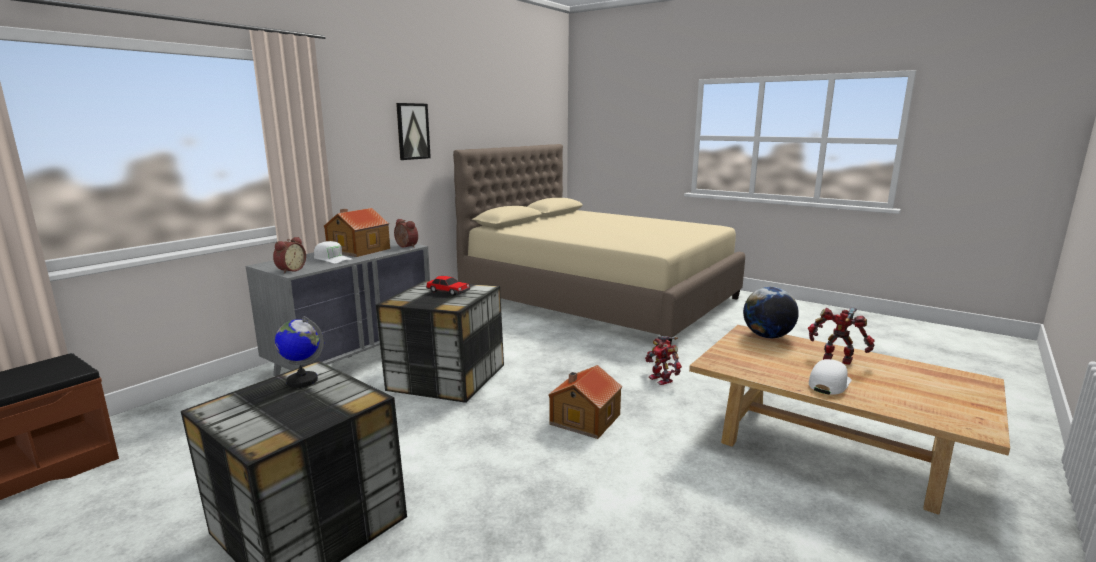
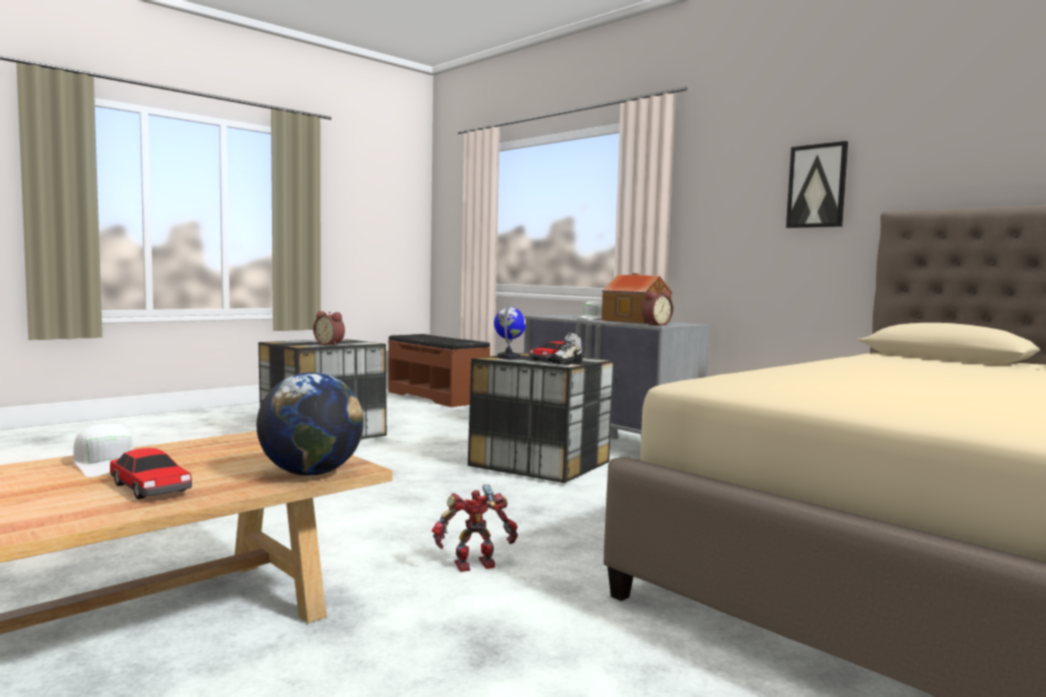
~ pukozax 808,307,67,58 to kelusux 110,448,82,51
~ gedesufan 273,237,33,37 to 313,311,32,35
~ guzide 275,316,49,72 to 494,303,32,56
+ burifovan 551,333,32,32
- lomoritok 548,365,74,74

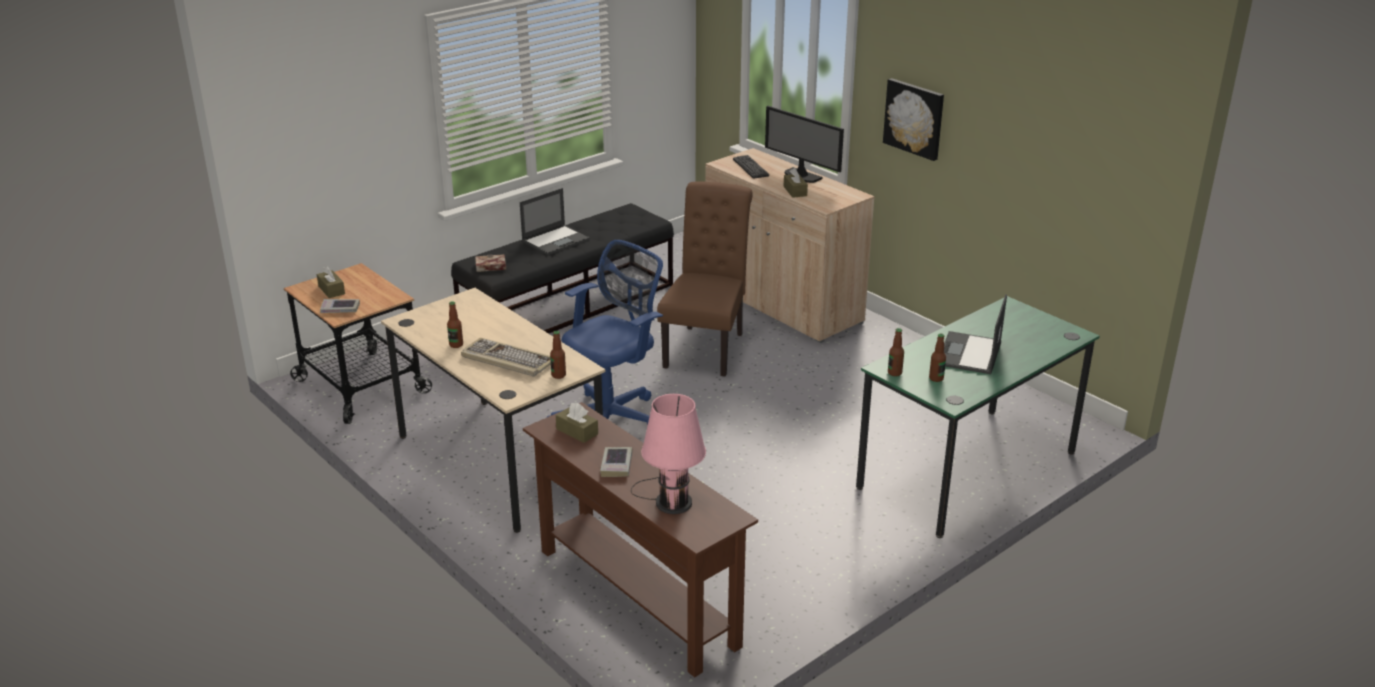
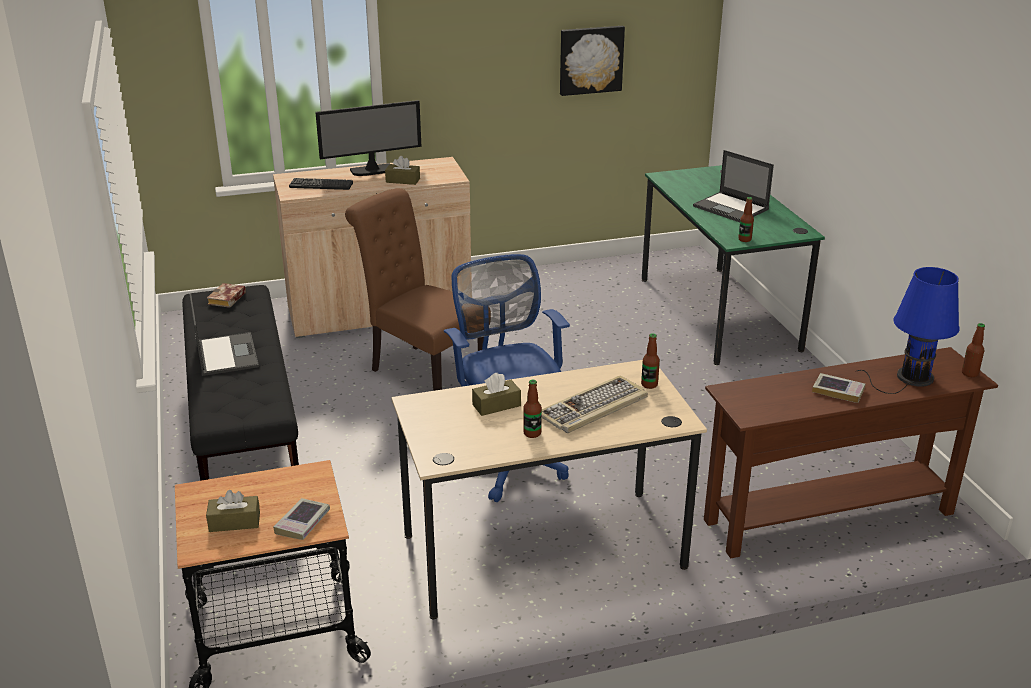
~ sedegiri 475,254,31,18 to 207,283,39,25
~ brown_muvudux 556,403,42,40 to 472,373,49,43
~ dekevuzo 883,78,61,83 to 560,26,65,70
~ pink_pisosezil 631,394,75,120 to blue_pisosezil 857,267,103,127
~ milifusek 929,334,17,48 to 962,323,23,54

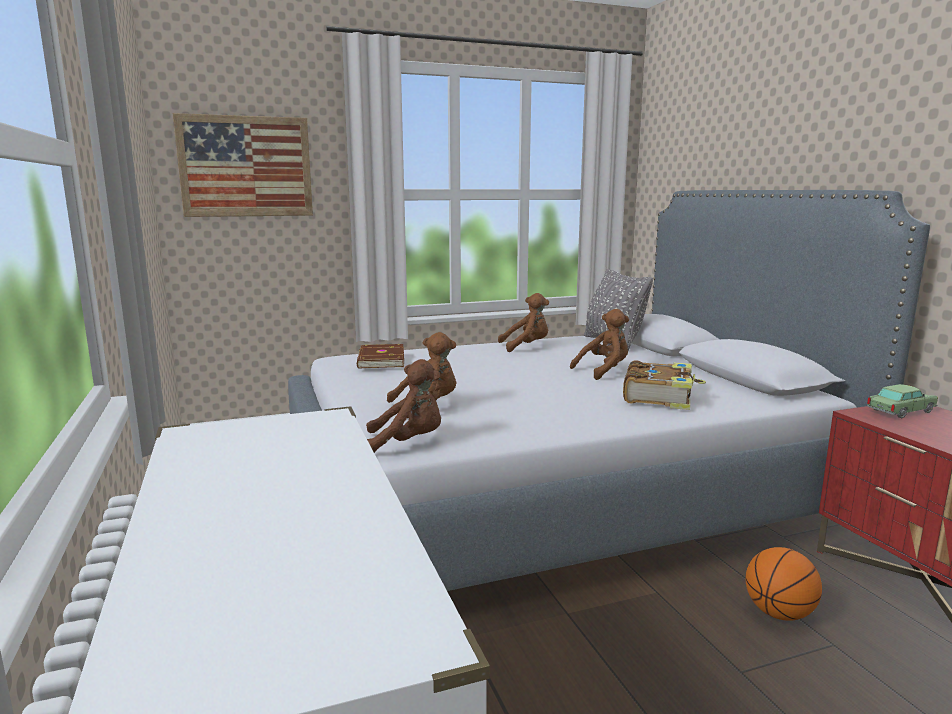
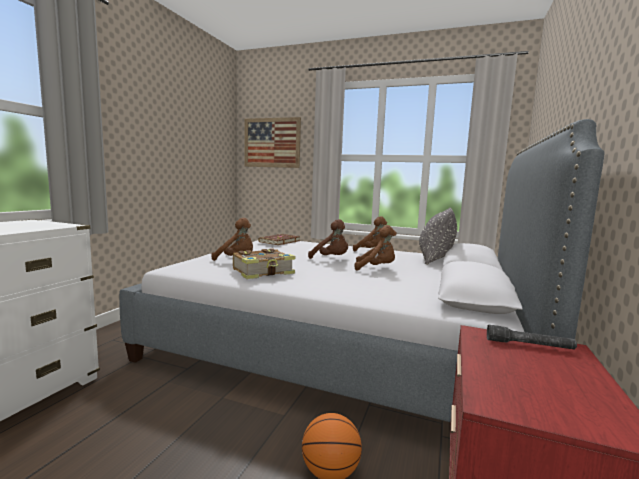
~ sedegiri 623,360,83,50 to 233,248,62,31
~ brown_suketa 366,359,75,94 to 308,219,40,40
~ kelusux 867,384,71,34 to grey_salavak 487,324,90,26

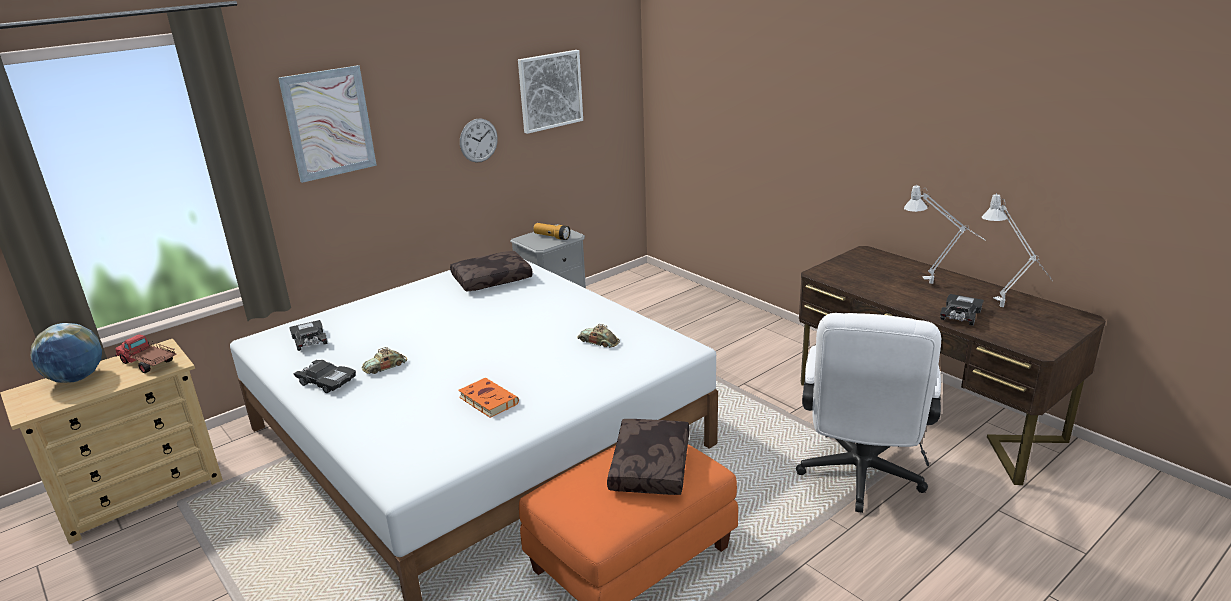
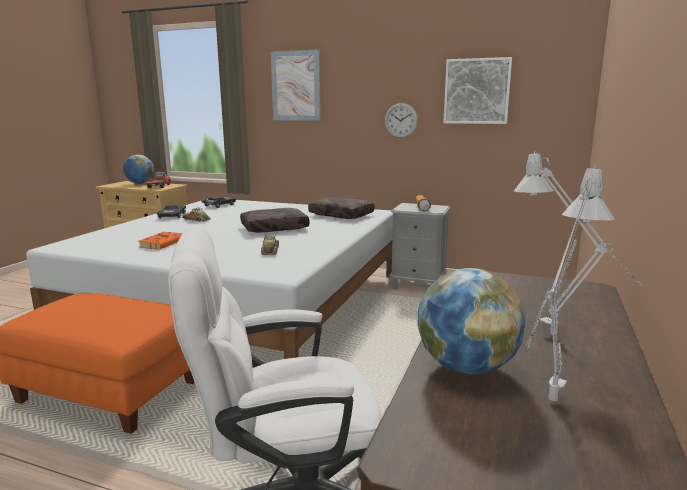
~ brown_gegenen 607,419,82,76 to 240,208,69,25
~ black_kelusux 940,294,44,32 to guzide 417,268,108,106

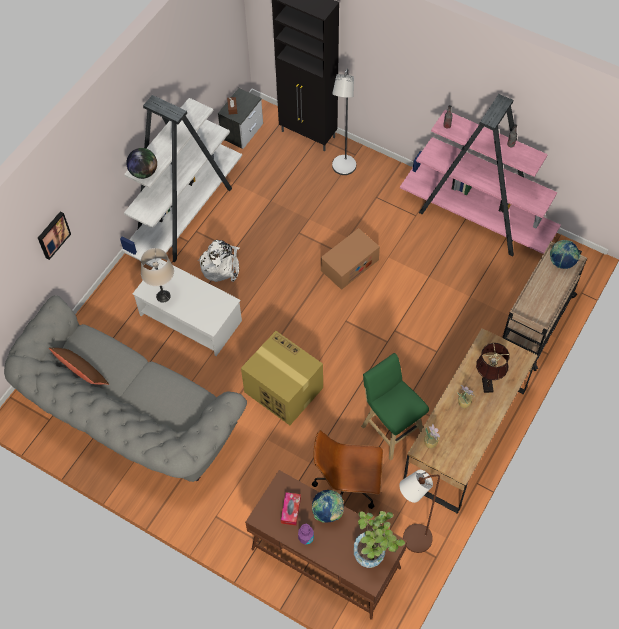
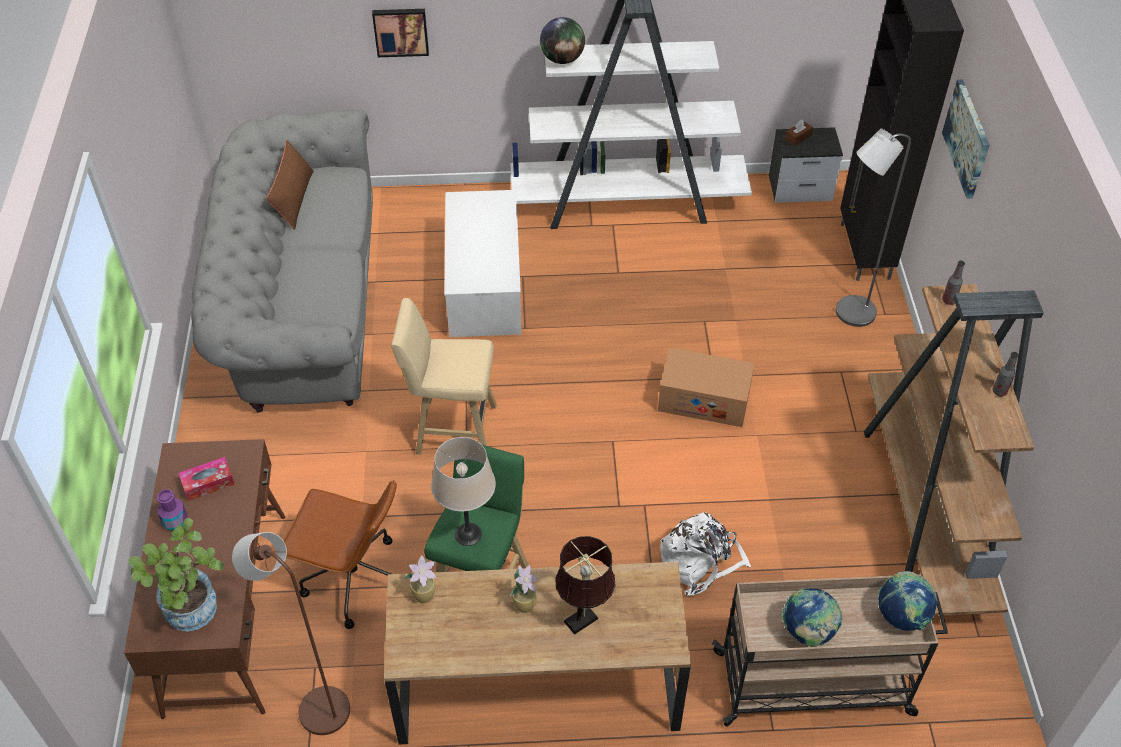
~ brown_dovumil 312,430,71,79 = 283,480,114,149 135 degrees clockwise
~ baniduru 241,331,82,94 to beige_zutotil 391,298,106,157
~ beige_pisosezil 141,248,33,55 to 431,437,65,109
~ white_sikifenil 198,240,42,42 to 660,512,91,84
~ guzide 312,490,32,33 to 782,588,60,59
~ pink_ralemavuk 400,94,161,162 to brown_ralemavuk 864,284,180,332
+ dekevuzo 942,80,48,119

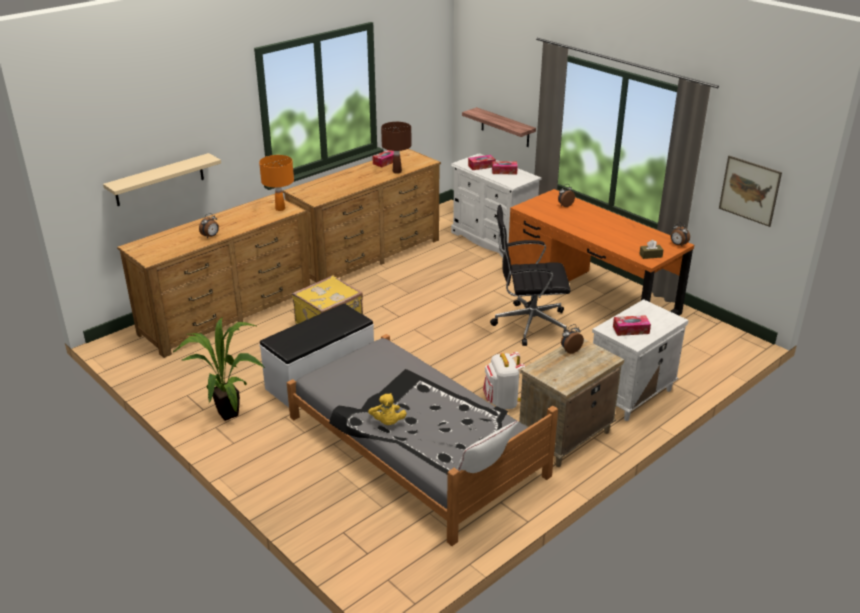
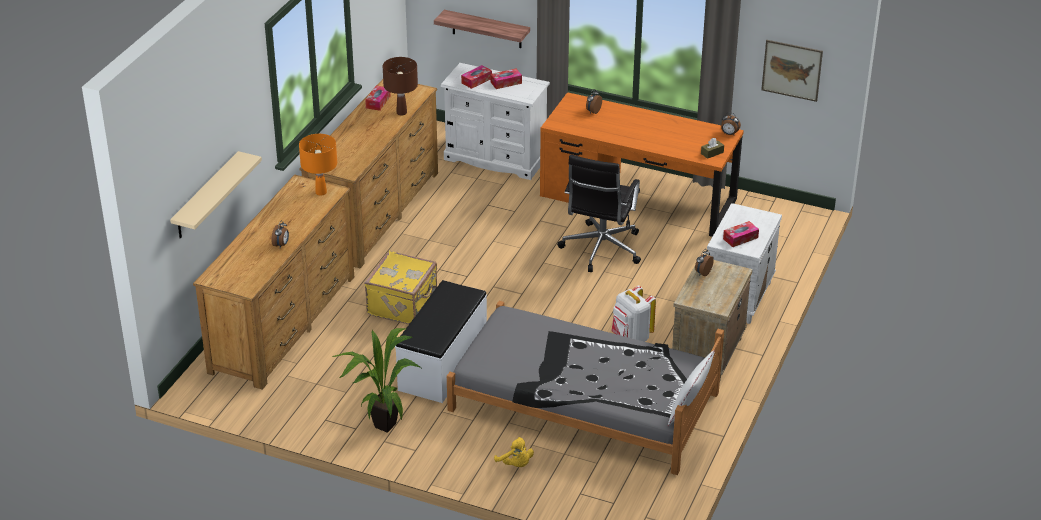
~ yellow_suketa 368,393,38,32 to 494,437,40,30
~ black_dovumil 490,205,80,141 = 557,155,84,117 45 degrees counterclockwise

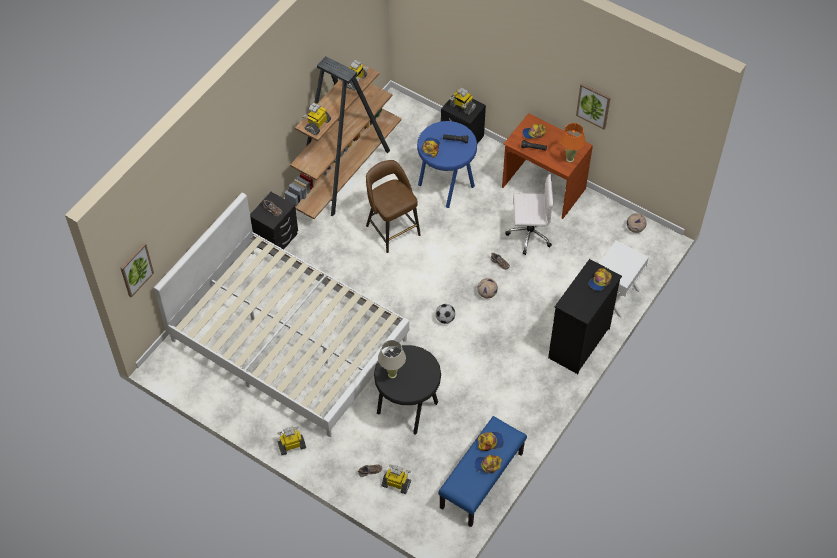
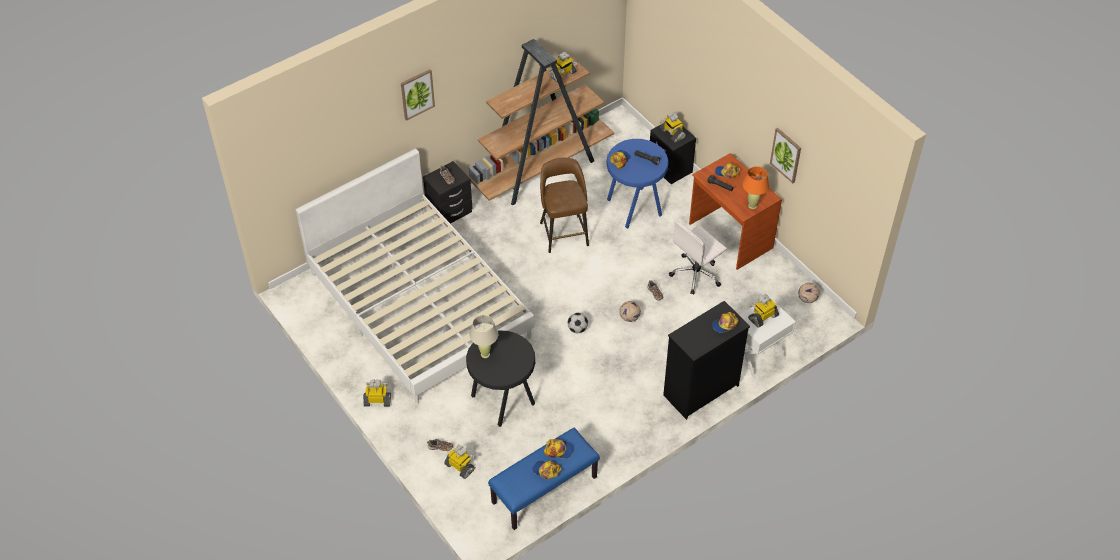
~ dekevuzo 120,243,34,55 to 401,69,34,52
~ white_dovumil 505,174,48,81 = 669,221,58,74 120 degrees clockwise
~ pukozax 302,103,29,32 to 748,294,31,34

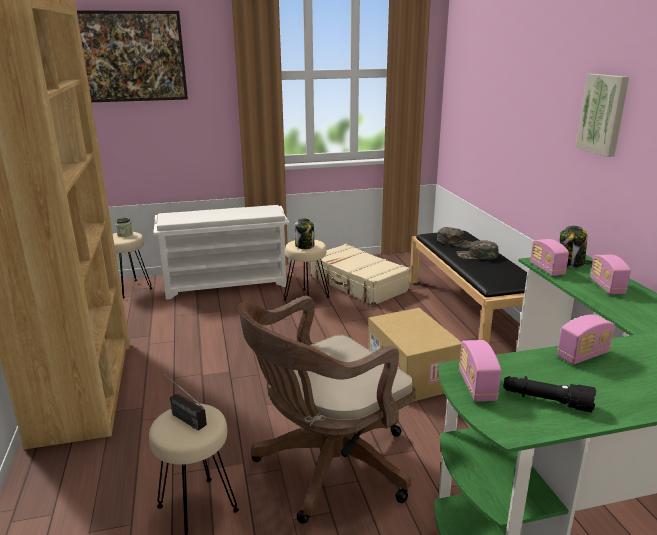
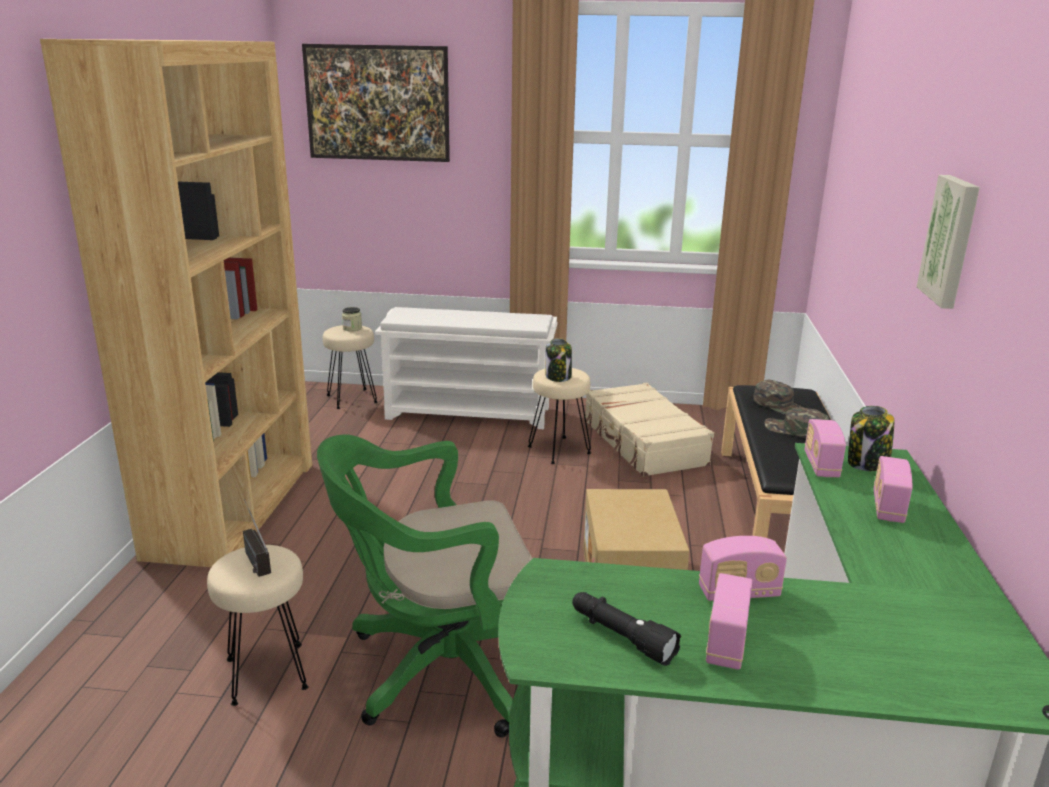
~ brown_dovumil 238,296,178,228 to green_dovumil 317,435,216,302
~ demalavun 459,340,42,62 to 706,573,47,97

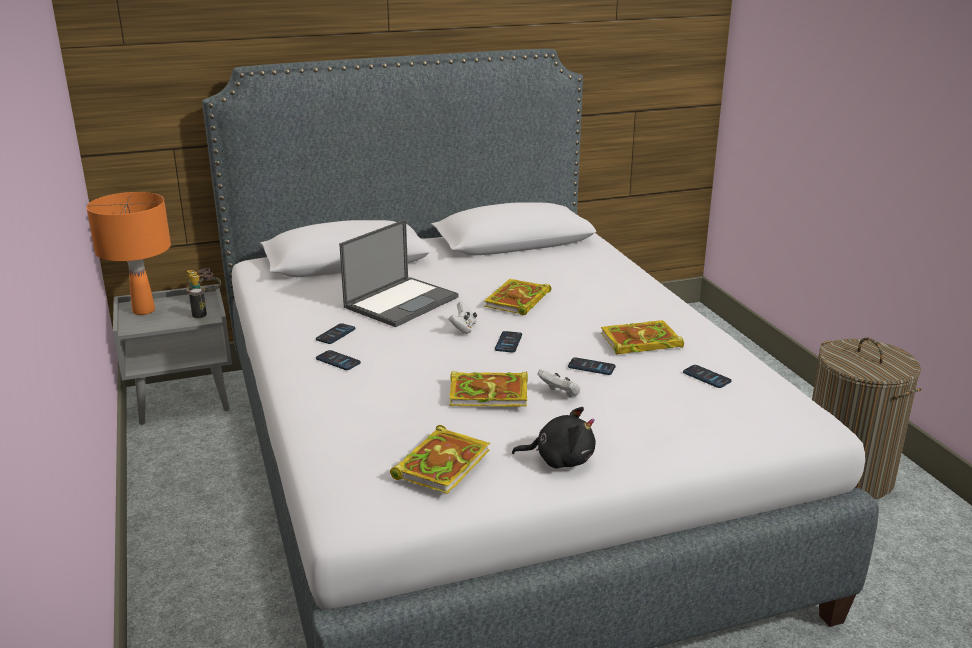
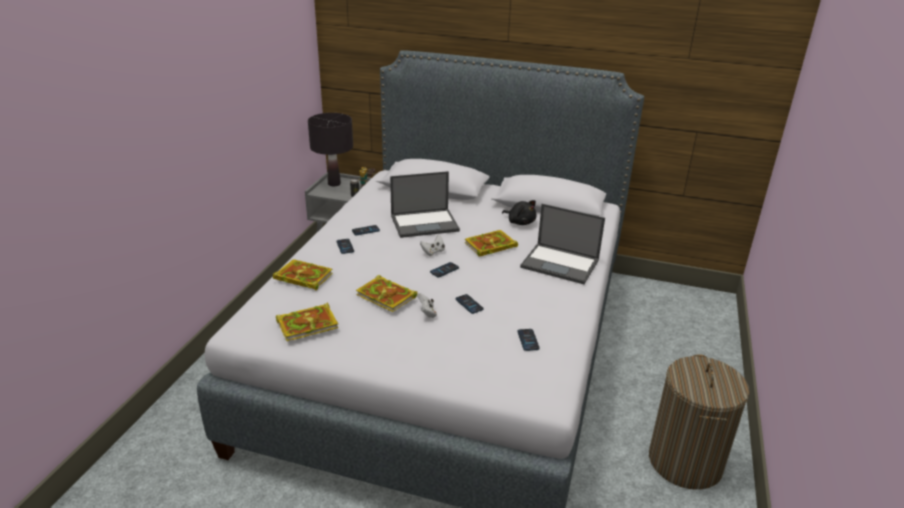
~ sedegiri 601,320,83,34 to 273,259,60,31
~ orange_pisosezil 87,192,84,123 to black_pisosezil 308,113,45,74
~ black_suketa 512,407,84,62 to 502,200,34,25
+ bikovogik 520,204,85,80

